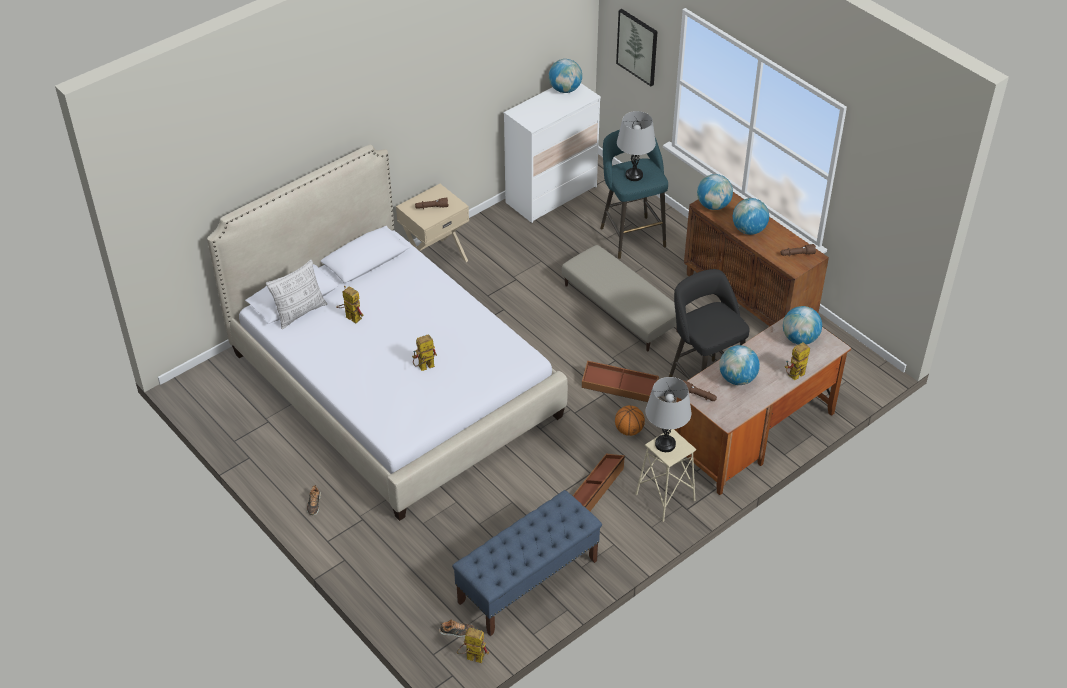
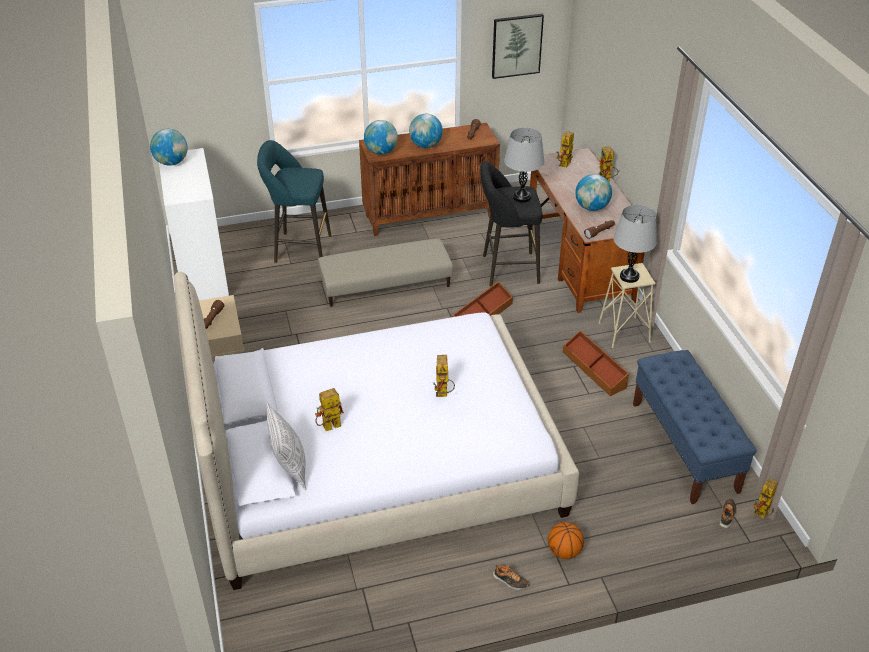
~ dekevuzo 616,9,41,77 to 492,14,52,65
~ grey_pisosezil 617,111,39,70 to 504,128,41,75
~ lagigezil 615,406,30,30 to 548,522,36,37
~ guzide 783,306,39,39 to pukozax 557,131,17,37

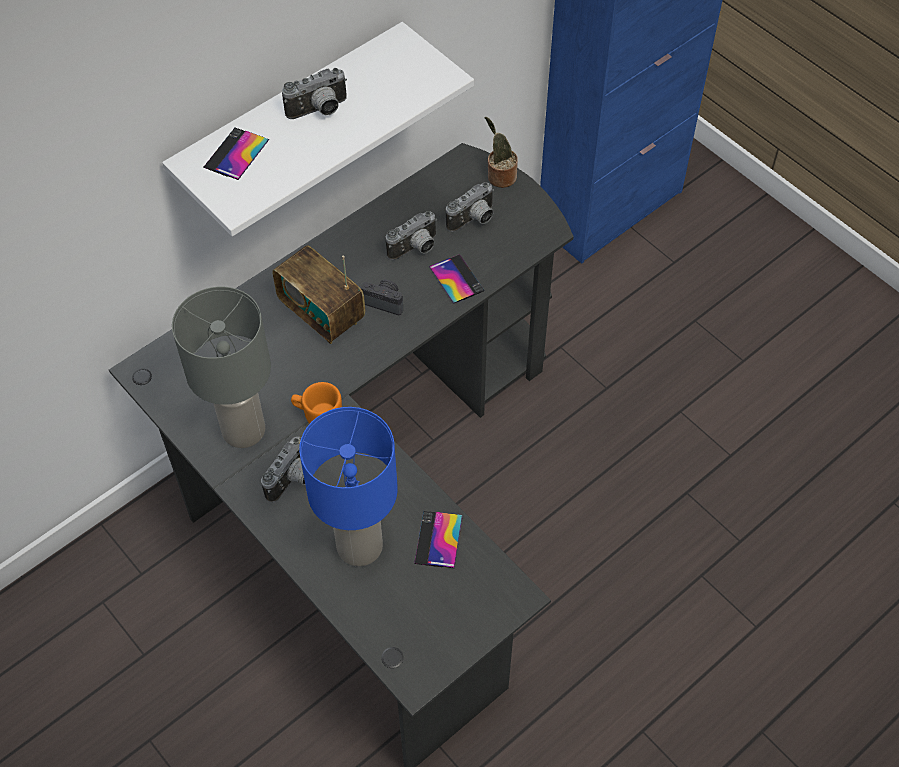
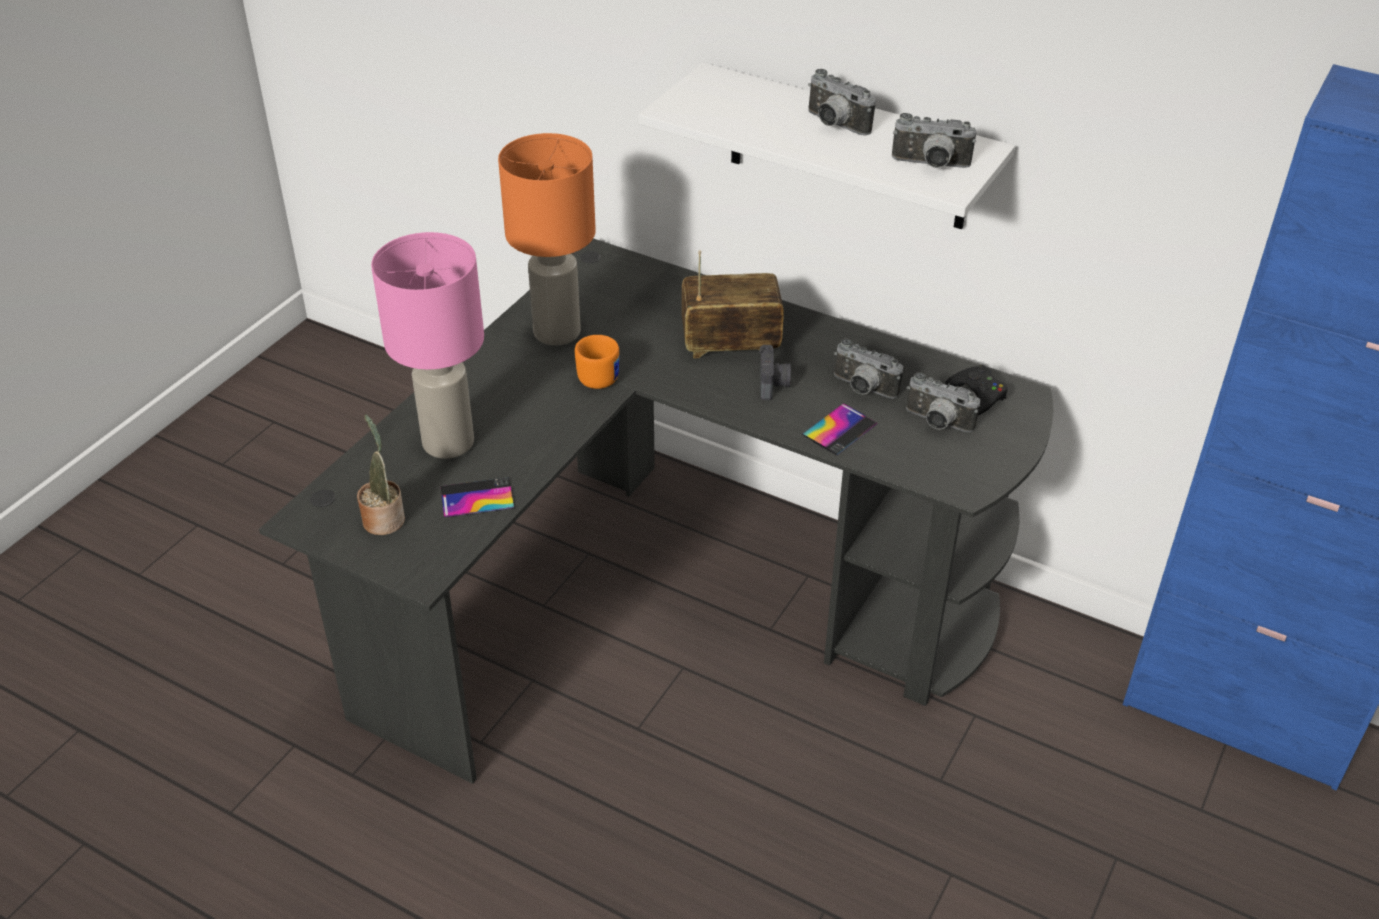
~ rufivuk 484,117,34,71 to 357,414,48,121
~ blue_pisosezil 299,407,98,159 to pink_pisosezil 371,232,113,227
~ grey_pisosezil 172,287,99,161 to orange_pisosezil 498,133,98,212
~ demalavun 273,245,92,99 = 682,250,102,108 60 degrees clockwise
~ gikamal 261,437,44,66 to 892,113,84,55
+ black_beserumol 945,365,63,50
- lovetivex 204,128,65,52

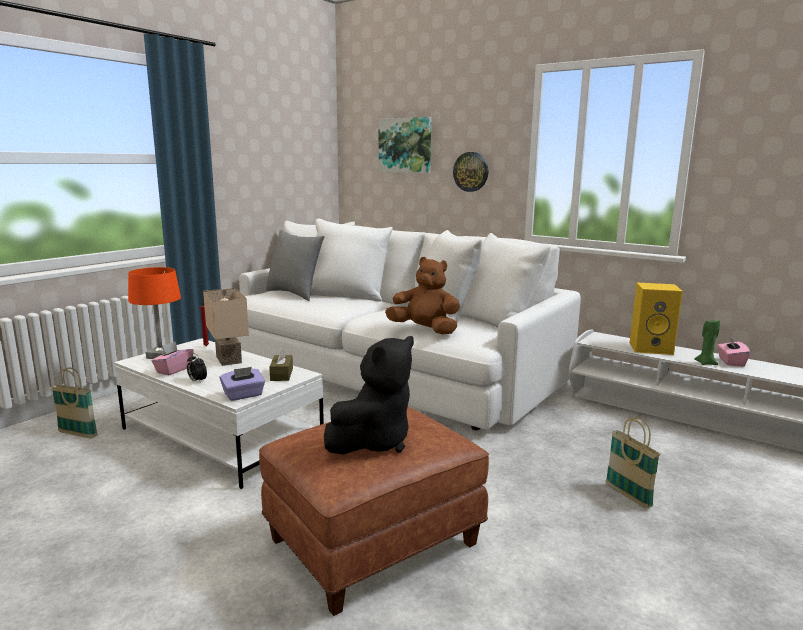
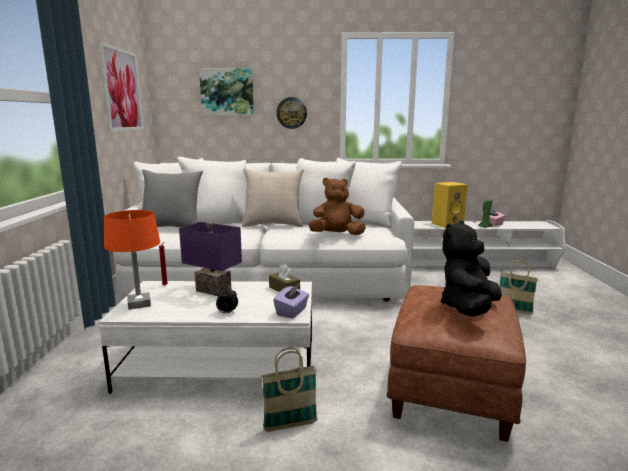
+ dekevuzo 98,42,46,90
~ beige_pisosezil 203,288,46,78 to purple_pisosezil 179,222,63,74
+ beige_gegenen 242,168,62,59
~ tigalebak 51,367,47,71 to 261,347,56,85
~ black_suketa 324,336,90,119 = 441,220,61,97 150 degrees counterclockwise
- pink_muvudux 151,342,43,33

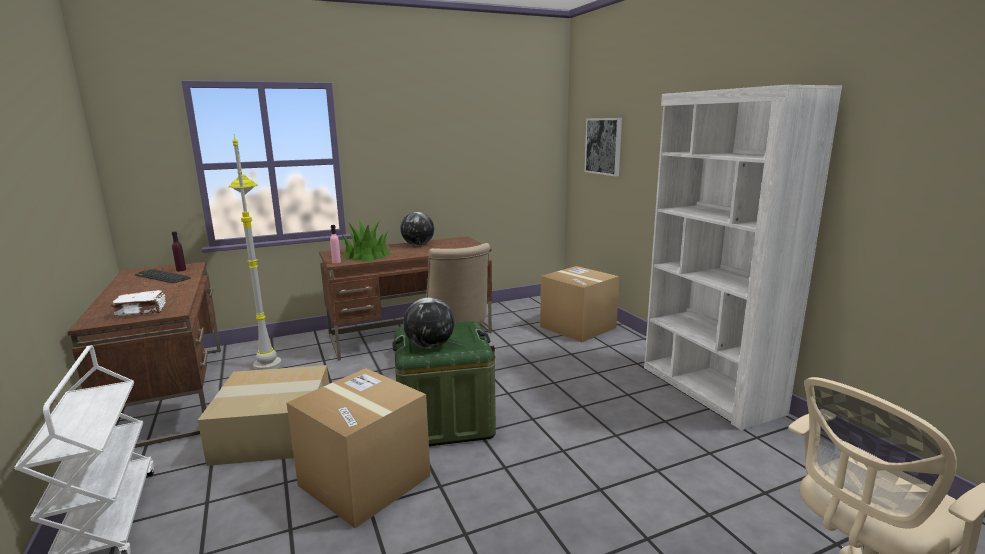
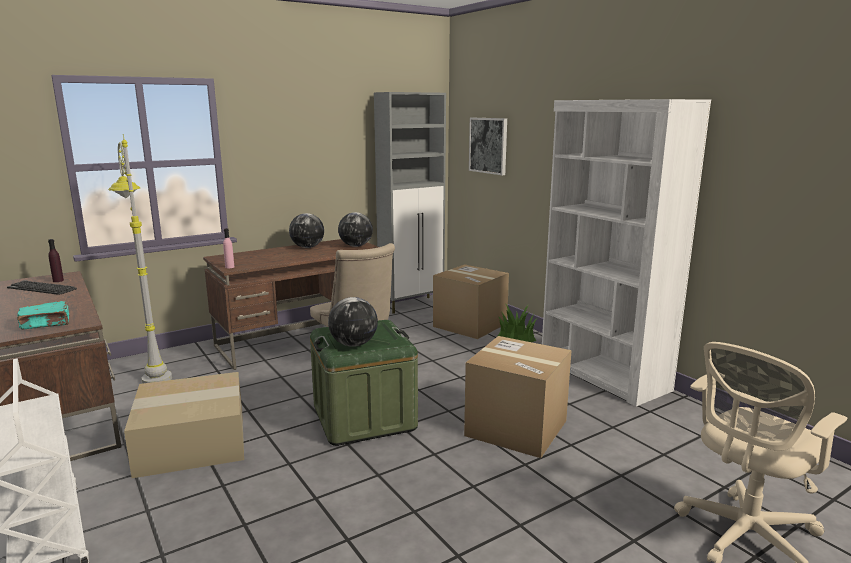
~ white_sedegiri 111,290,55,26 to turquoise_sedegiri 17,301,52,29
+ guzide 338,212,35,35
+ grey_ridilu 374,92,72,222
~ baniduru 287,368,144,161 to 464,336,108,122
~ rufivuk 342,219,48,43 to 498,305,39,37

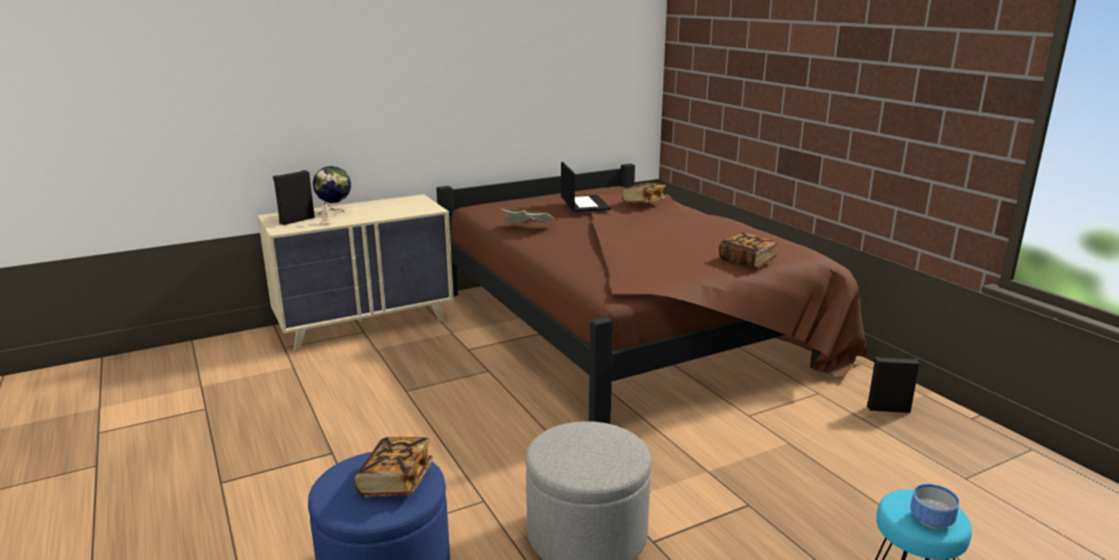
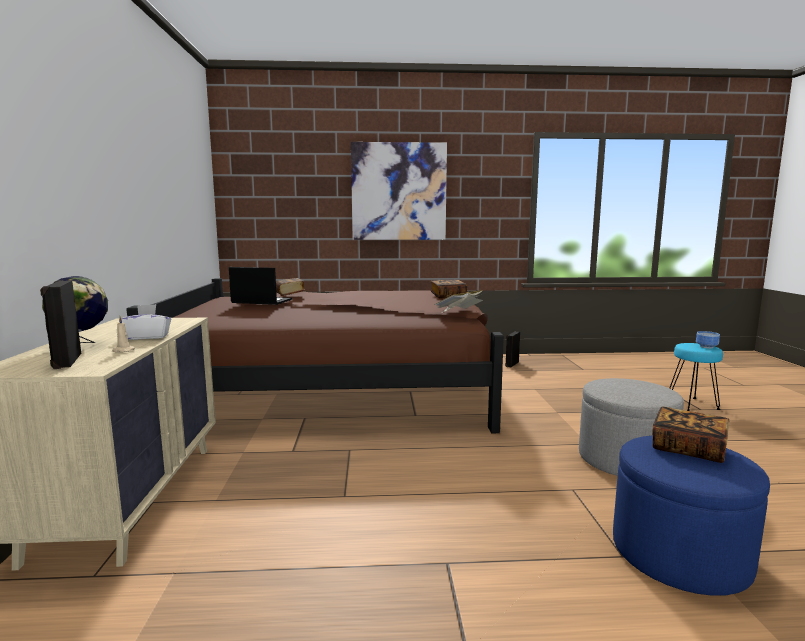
+ white_muvudux 121,304,50,36
+ dekevuzo 351,142,96,98
~ sedegiri 500,208,56,18 to 434,290,49,23

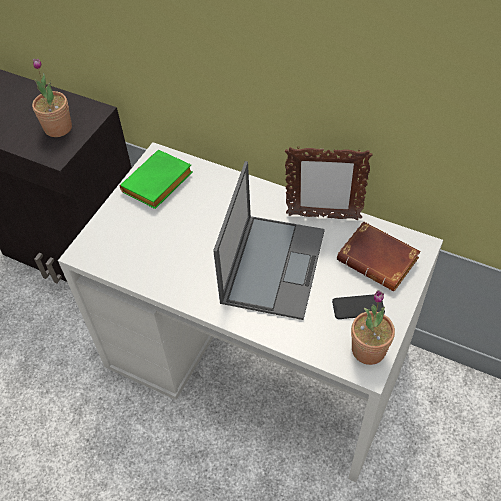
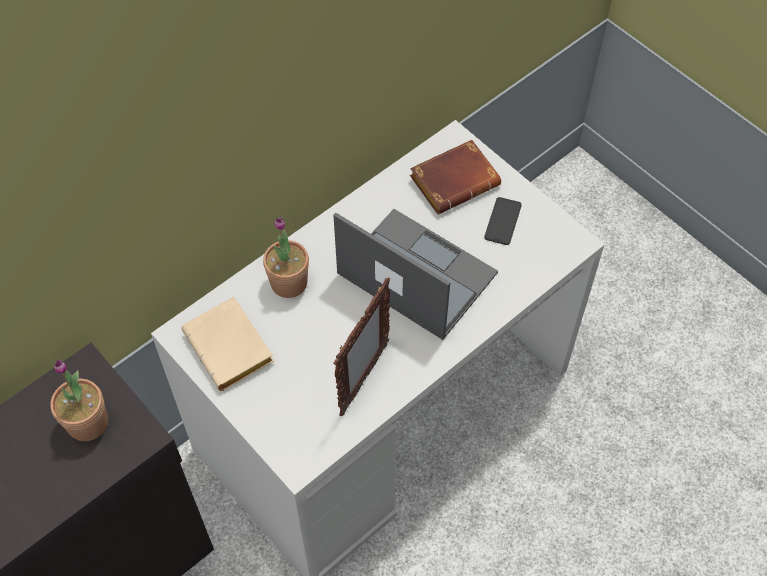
~ green_sedegiri 120,150,73,59 to beige_sedegiri 182,297,92,94
~ rufivuk 351,290,44,75 to 263,217,46,81
~ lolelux 285,147,87,73 to 333,278,57,139

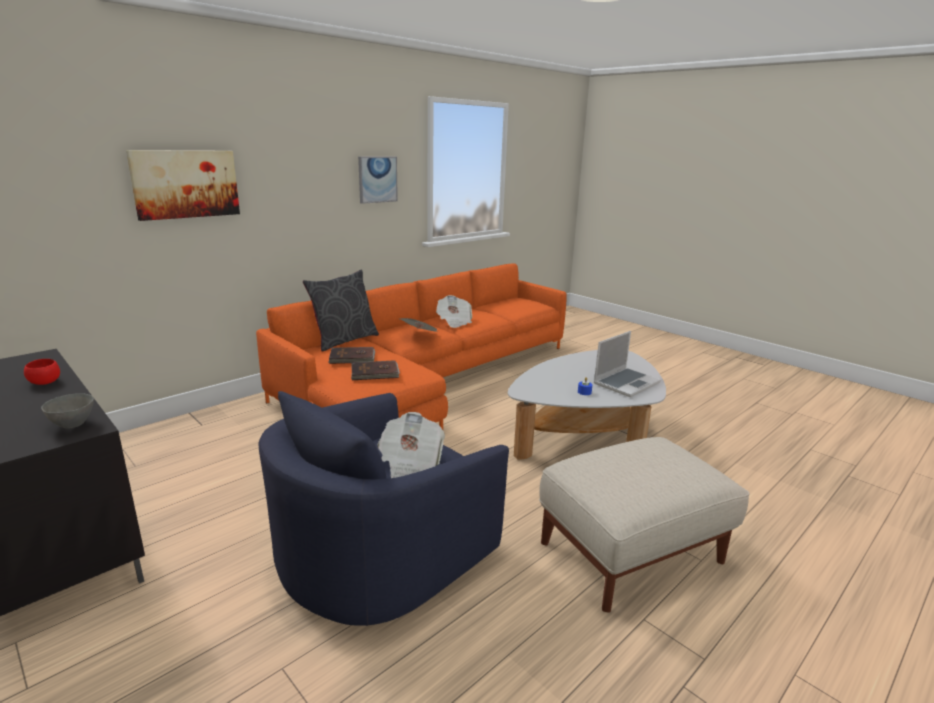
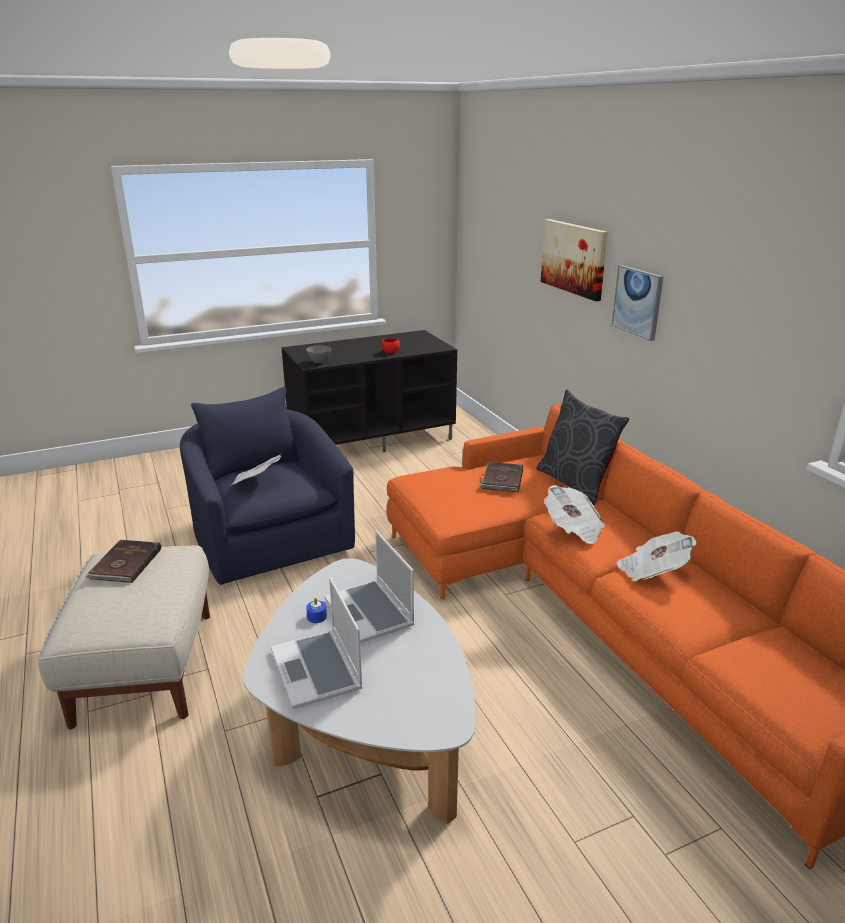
~ brown_sedegiri 351,360,49,20 to 85,540,76,43
+ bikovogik 324,530,91,113
~ dekevuzo 358,157,40,47 to 612,265,51,76

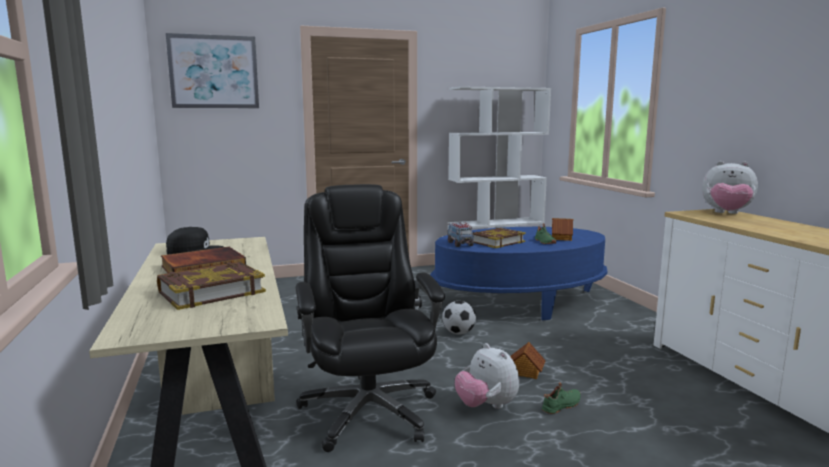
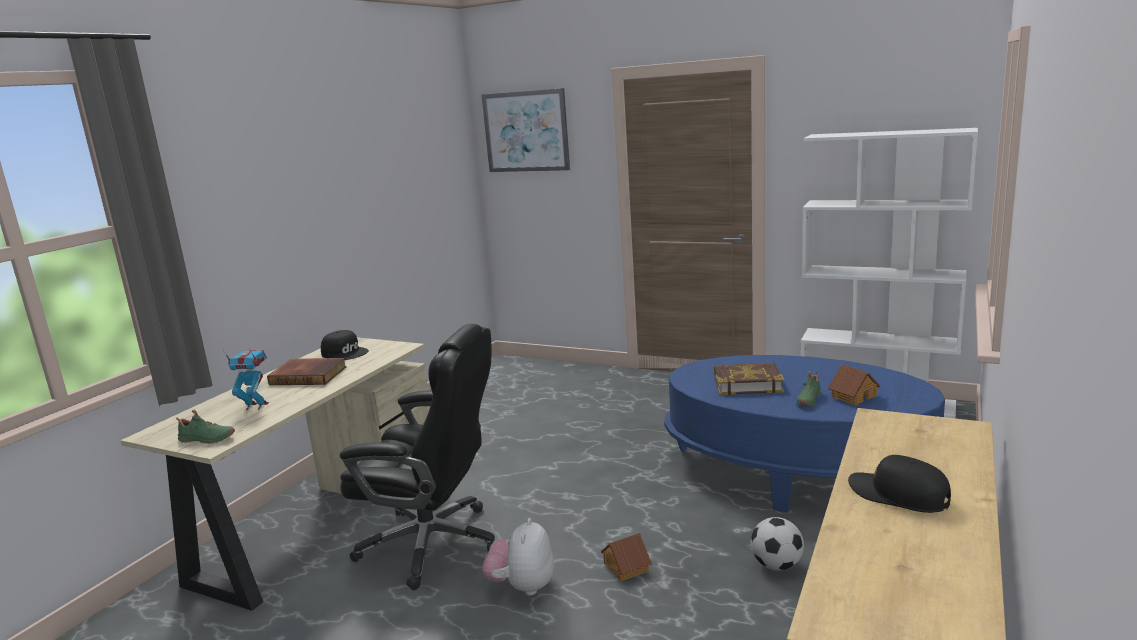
~ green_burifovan 542,382,39,32 to 176,409,59,35
~ sedegiri 157,262,109,48 to pukozax 223,349,46,61
~ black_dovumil 296,184,149,268 = 340,324,155,266 75 degrees clockwise
~ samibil 442,301,34,34 to 751,517,53,54
+ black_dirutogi 848,455,103,58
- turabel 447,222,27,25
- suketa 702,161,56,53

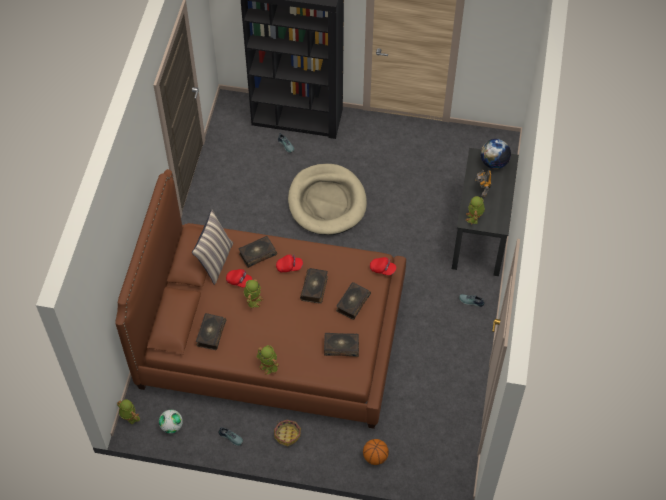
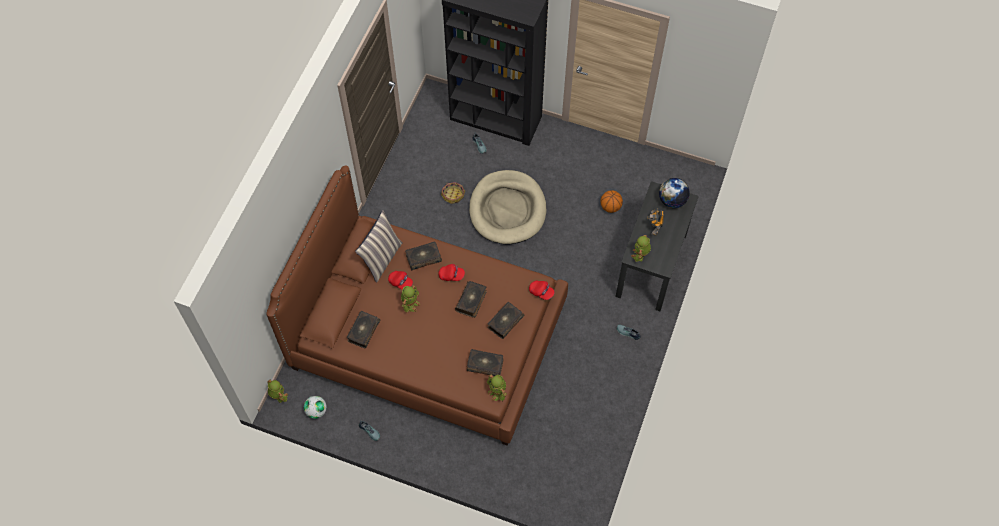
~ tigalebak 274,419,27,28 to 441,182,24,22
~ pukozax 256,345,23,30 to 487,374,20,28
~ lagigezil 363,439,26,26 to 600,190,23,23

